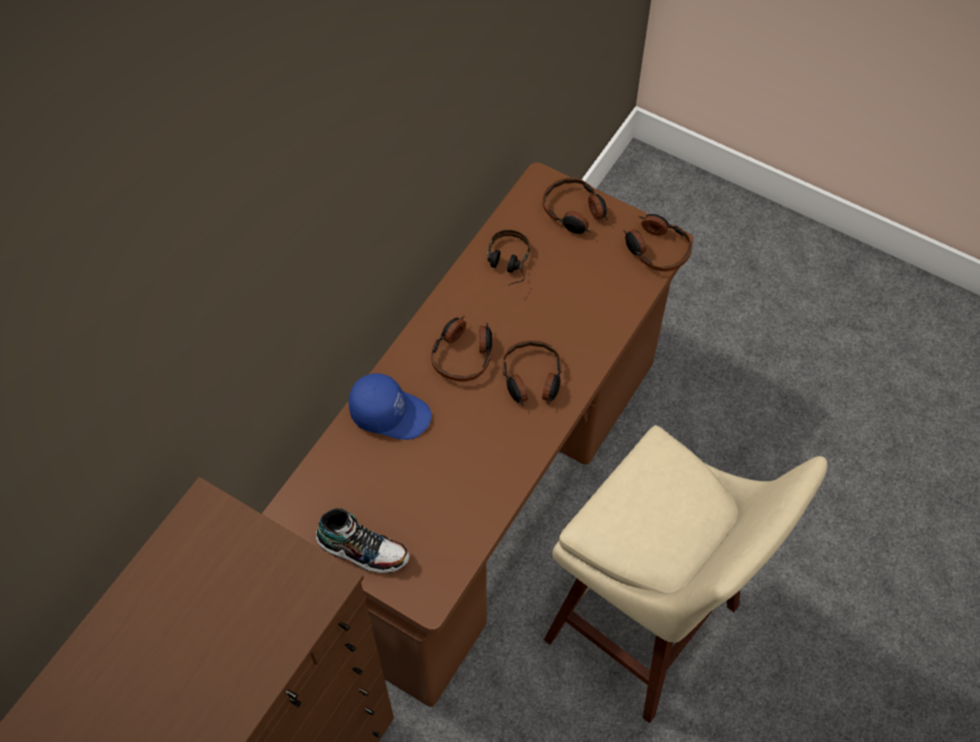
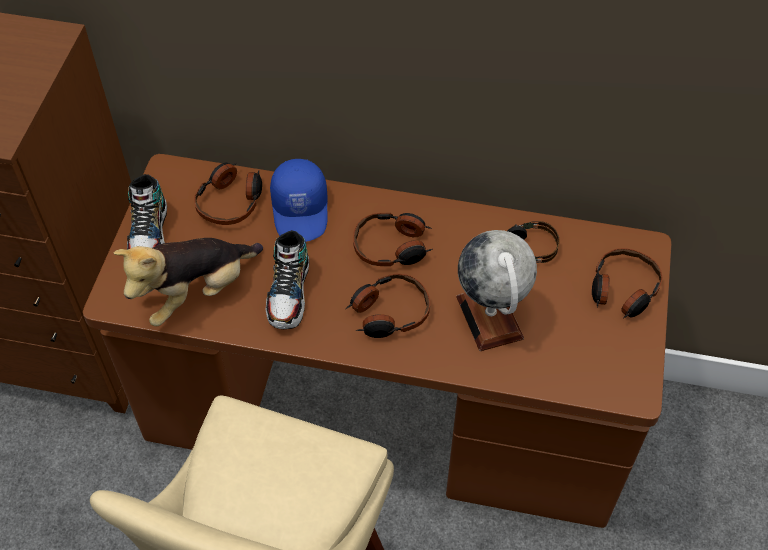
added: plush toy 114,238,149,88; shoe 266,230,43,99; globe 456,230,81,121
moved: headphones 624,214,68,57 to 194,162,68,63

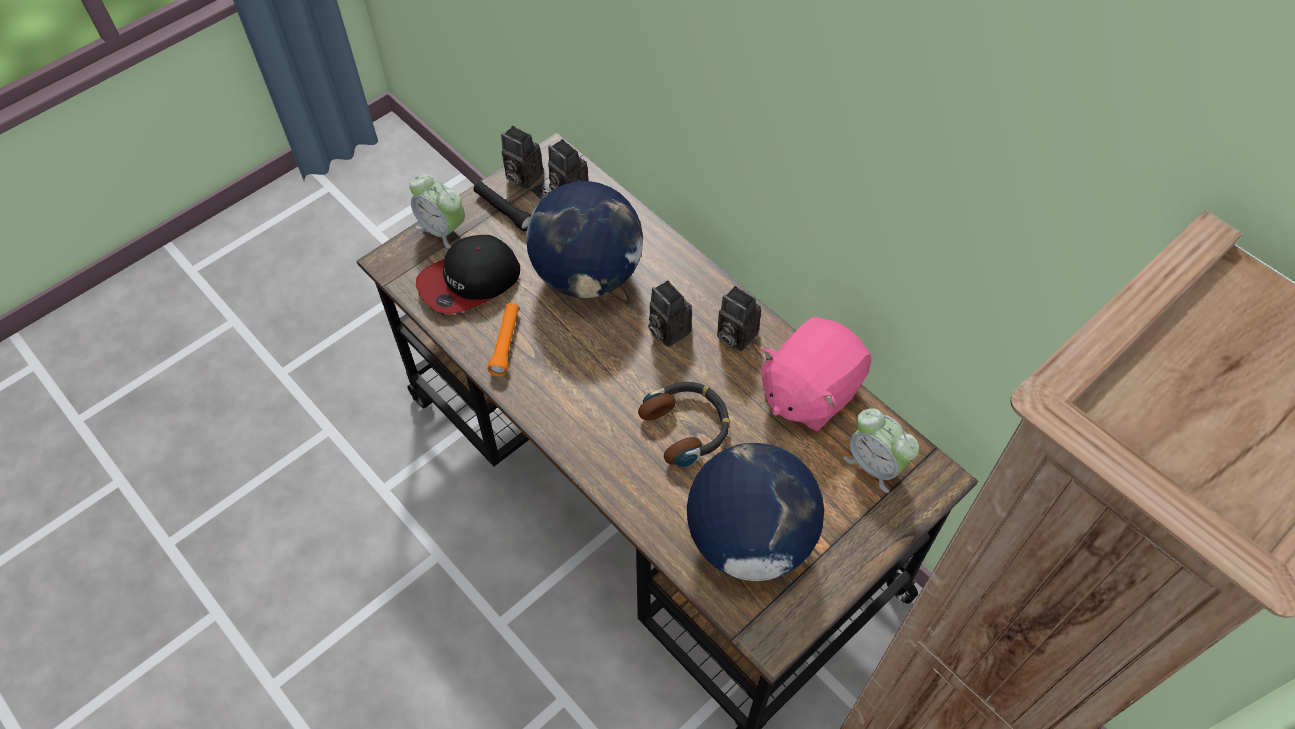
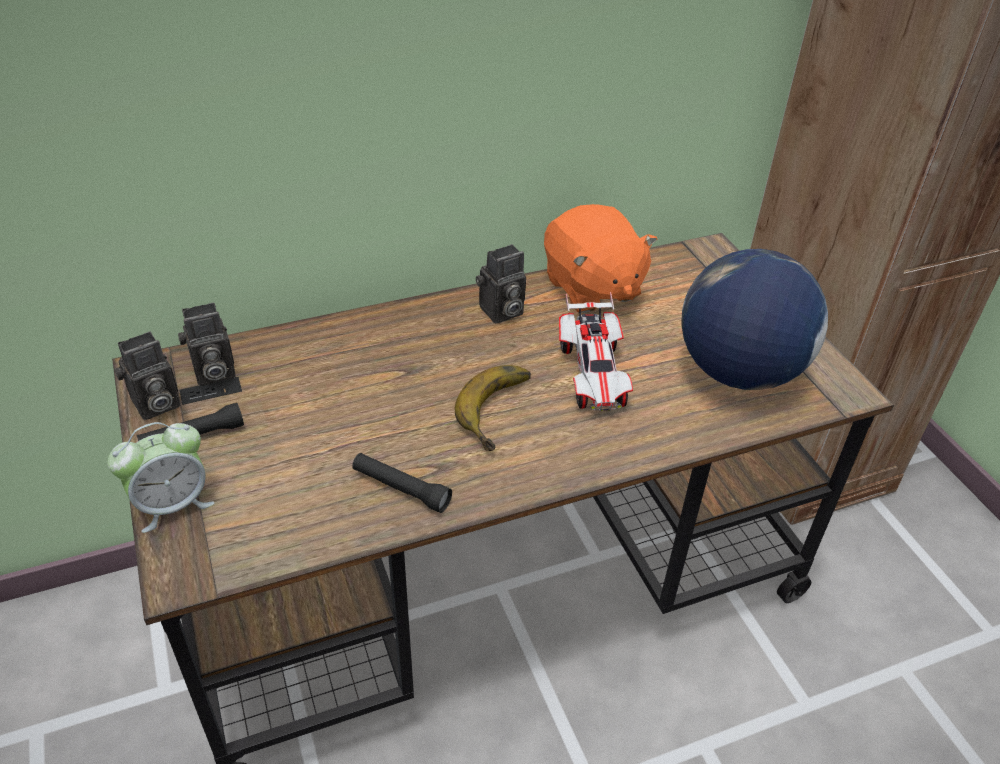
removed: cap 416,235,104,79; globe 526,181,117,117; photo camera 648,280,44,67; alarm clock 843,408,76,85
added: banana 455,365,76,86
replaced: headphones 638,382,92,85 to toy car 559,292,74,120
recoloured: orange flashlight 487,303,32,73 to black flashlight 352,453,100,60; pink plush toy 761,317,111,114 to orange plush toy 544,204,113,109

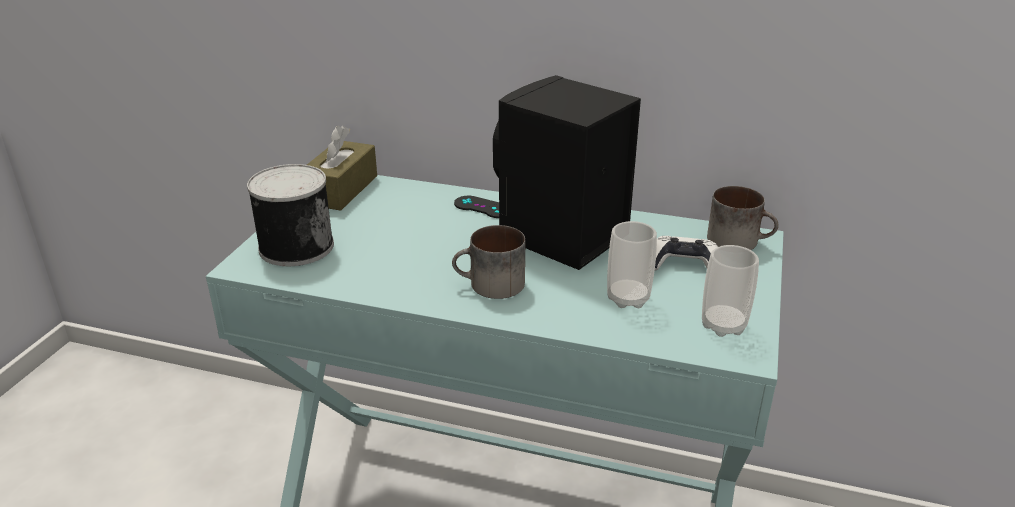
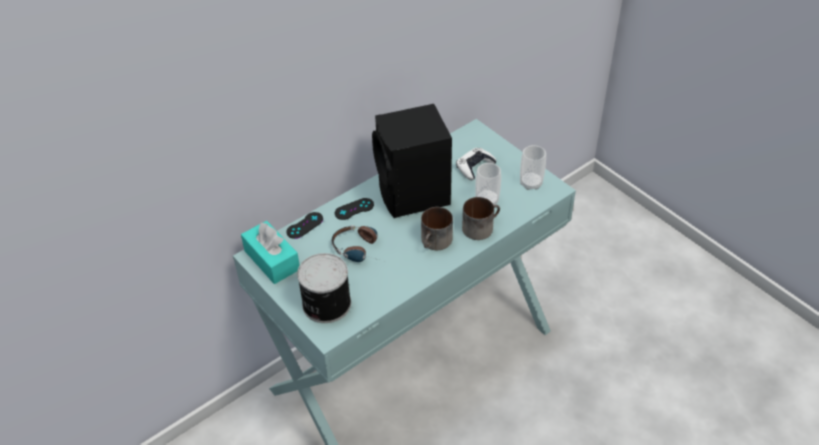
added: black game controller 286,212,37,27; headphones 332,225,47,37
moved: mug 707,186,72,64 to 462,197,38,43
recoloured: brown tissue box 307,126,70,85 to turquoise tissue box 241,221,59,63

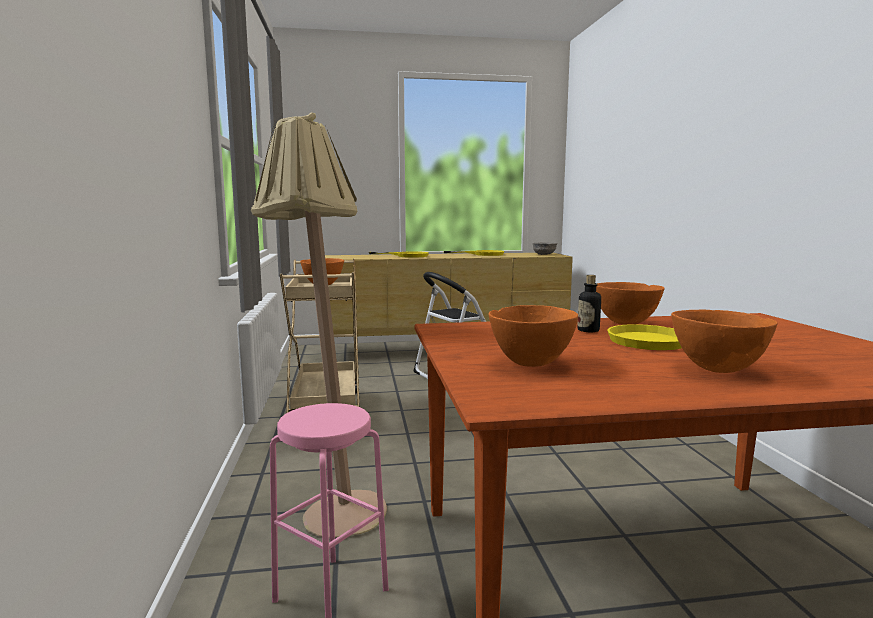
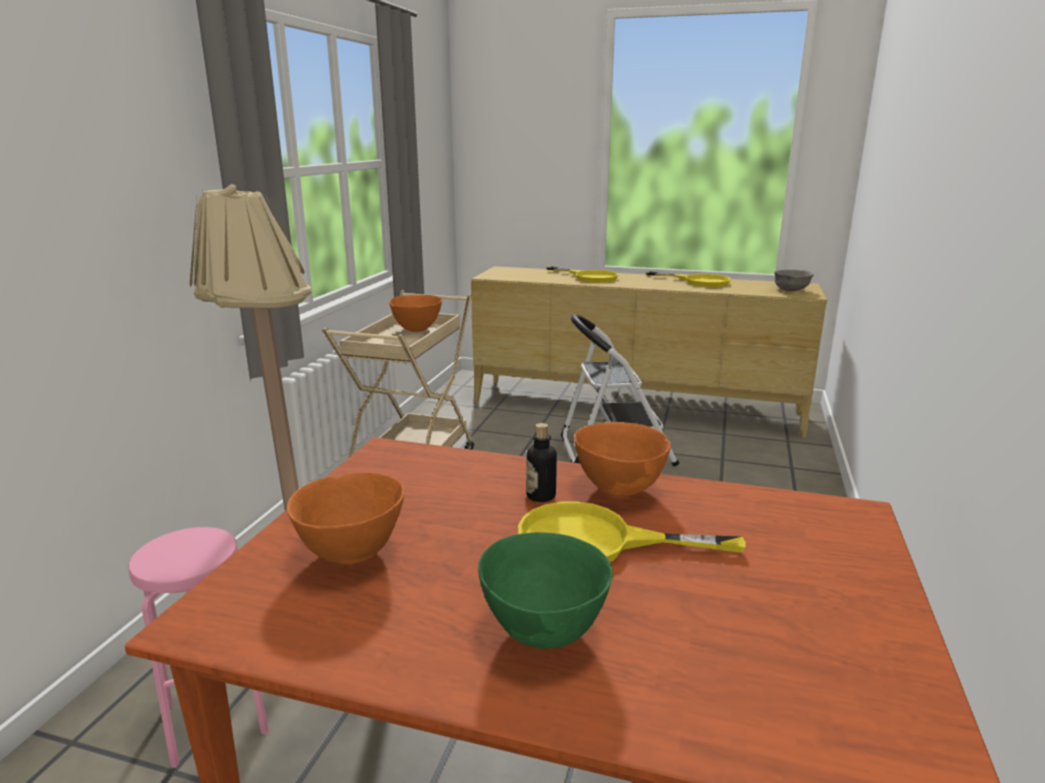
recoloured: orange bowl 671,310,107,63 to green bowl 478,532,135,117

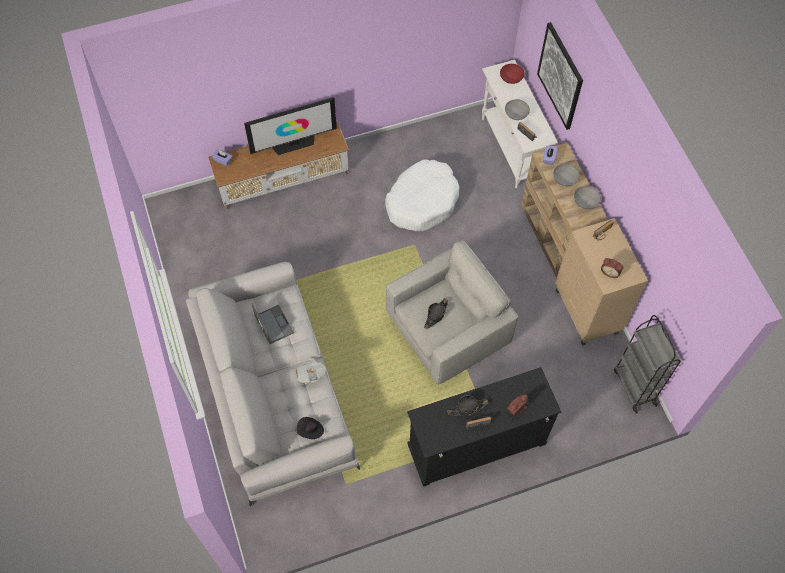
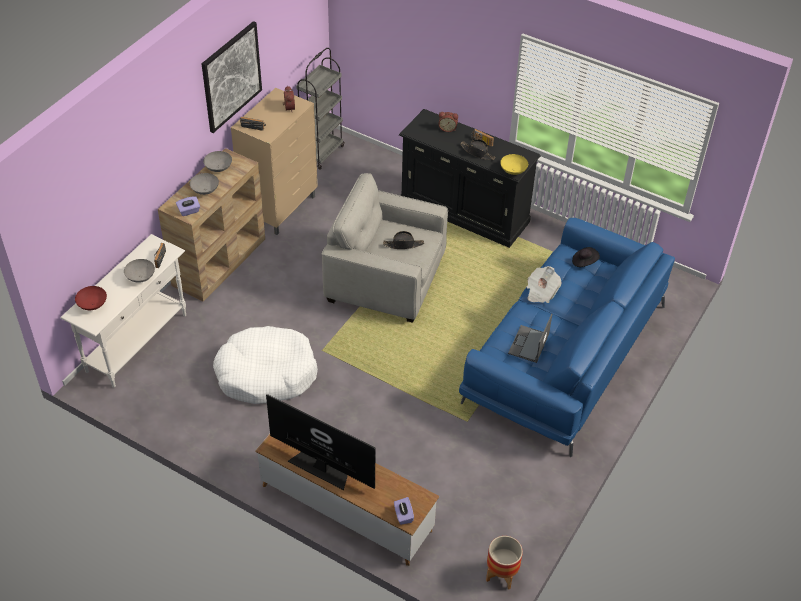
added: planter 486,536,37,54; yellow bowl 500,154,28,21
moved: picture 537,22,46,108 to 202,21,60,112
recoloured: grey sofa 186,262,174,244 to blue sofa 459,218,216,239

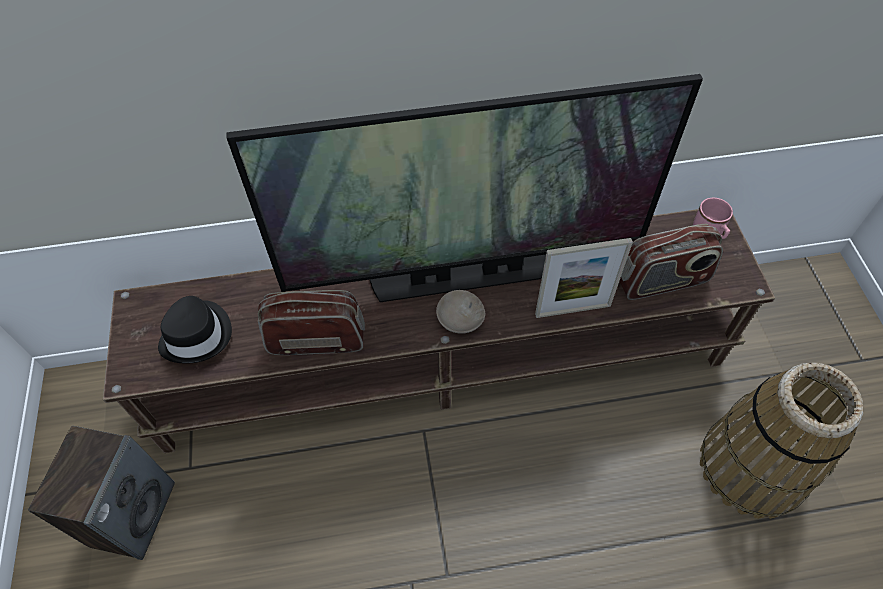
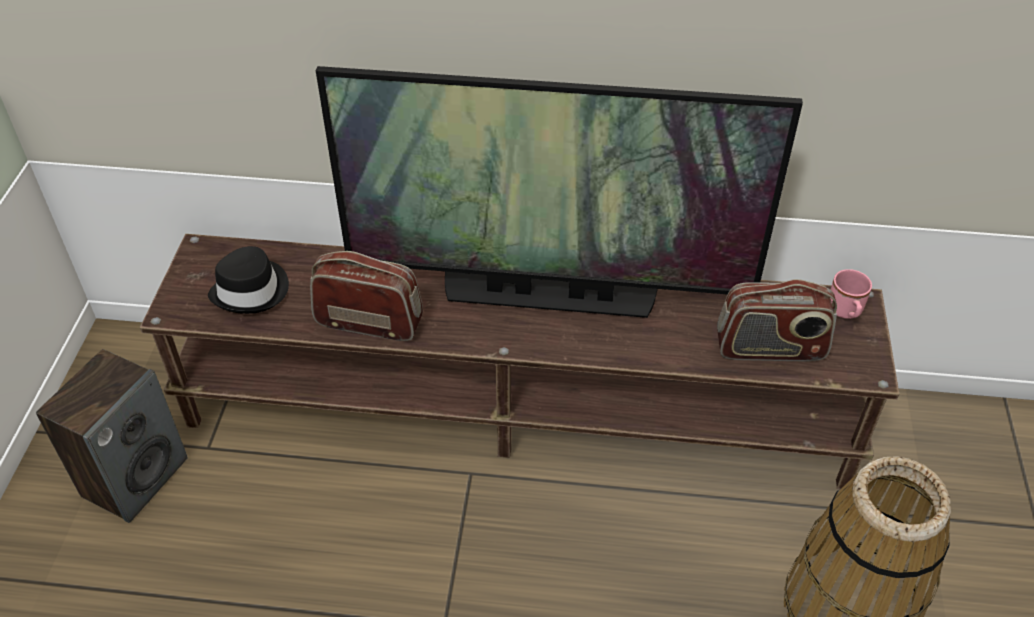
removed: beige bowl 436,290,50,44; picture frame 535,238,98,80

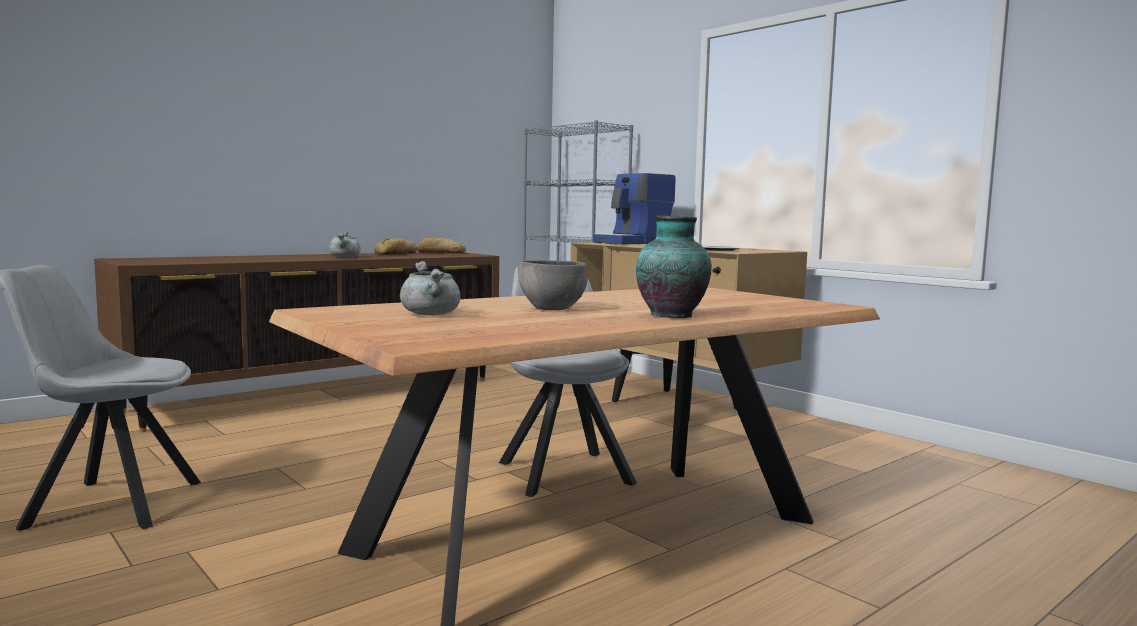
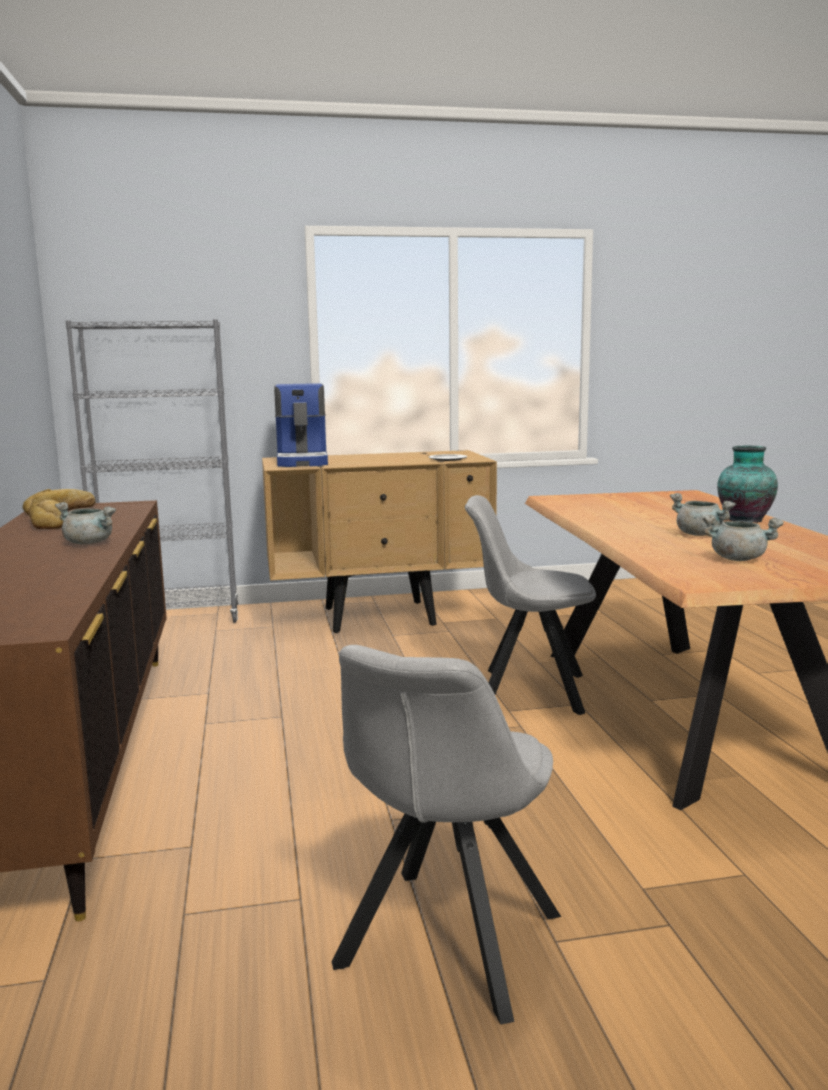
replaced: grey bowl 518,260,70,50 to grey cooking pot 670,493,66,43

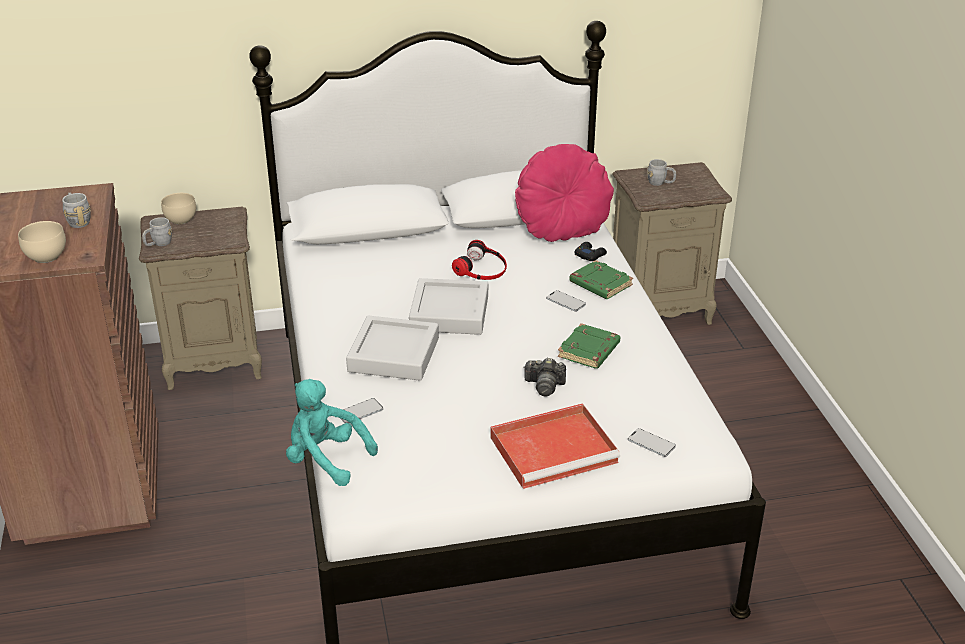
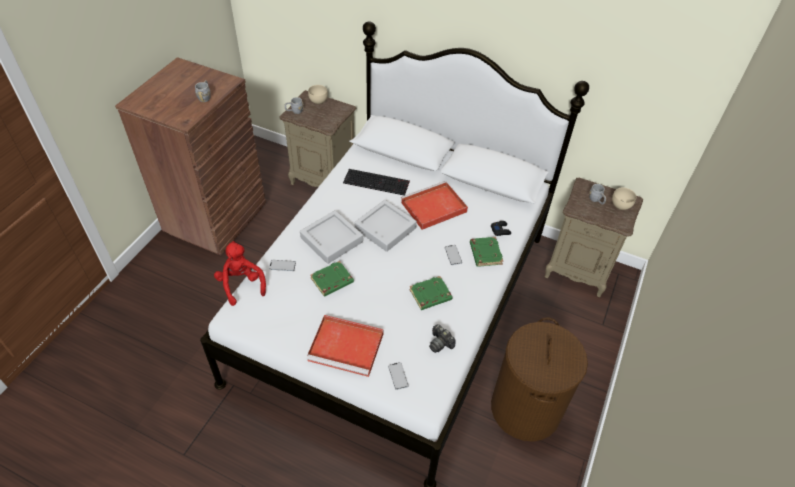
removed: pink pillow 515,144,99,98
added: green book 310,261,44,36; keyboard 343,169,67,27; brown laundry basket 491,317,97,125
moved: beige bowl 18,221,48,42 to 612,188,24,22; photo camera 524,358,42,38 to 429,324,27,29
replaced: headphones 452,240,55,40 to red tray 401,181,67,49
recoloured: turquoise plush toy 286,379,92,107 to red plush toy 214,241,52,65

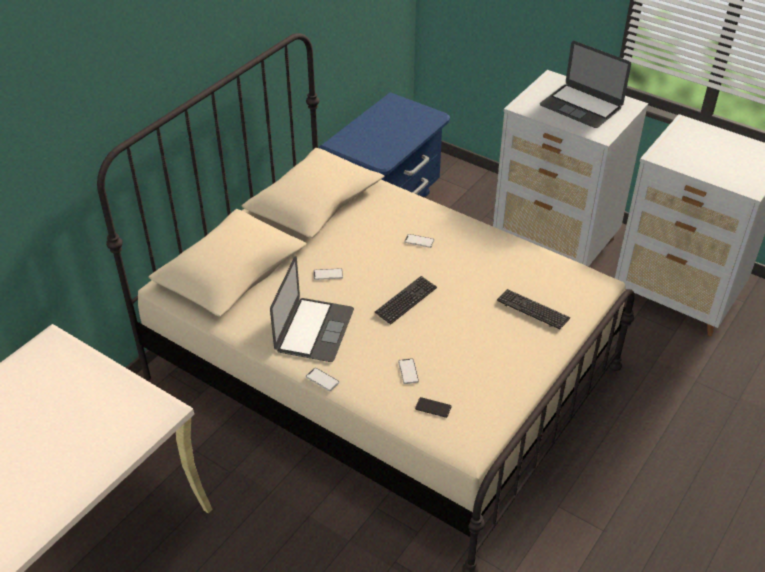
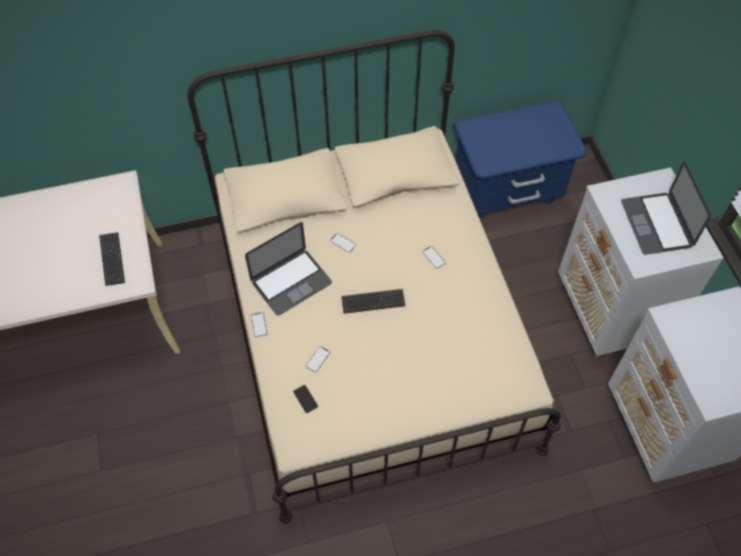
moved: keyboard 497,289,73,40 to 99,232,26,54

